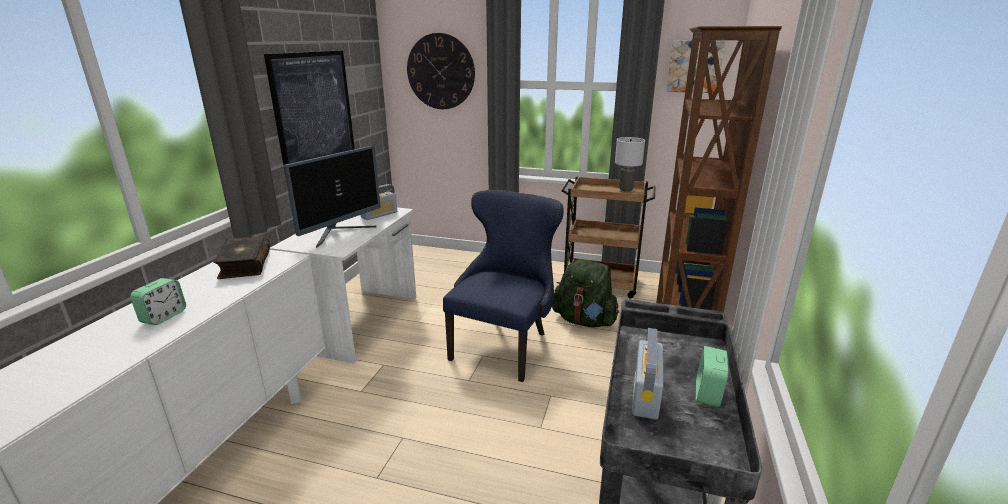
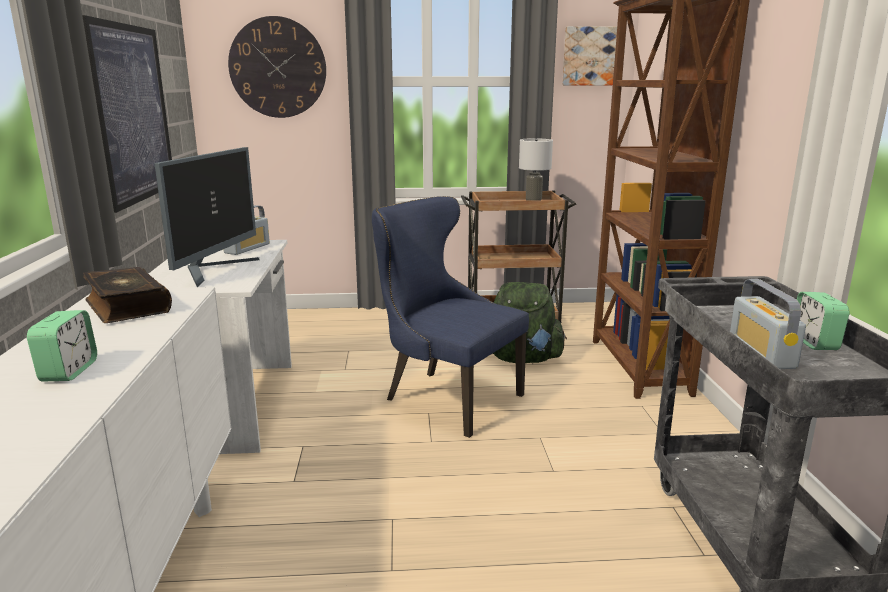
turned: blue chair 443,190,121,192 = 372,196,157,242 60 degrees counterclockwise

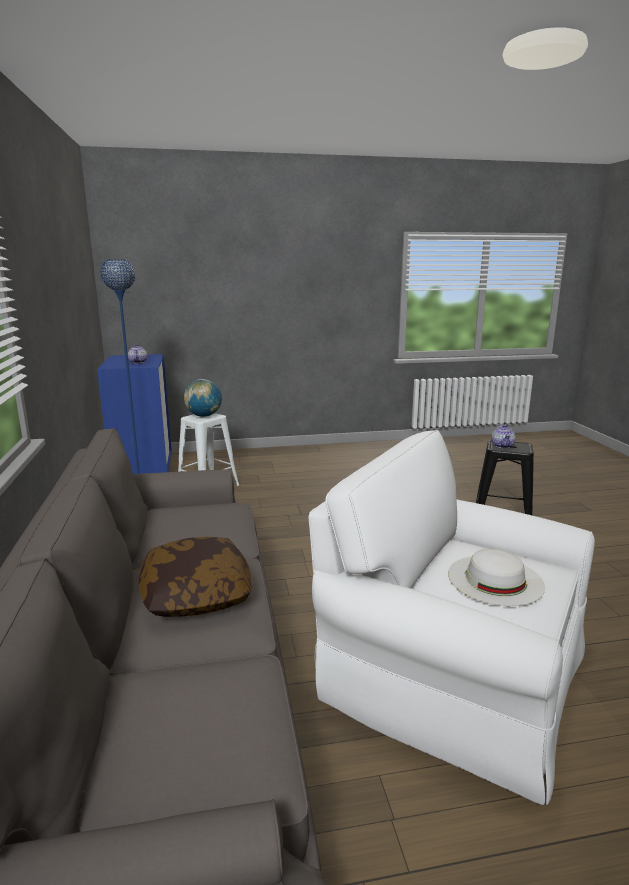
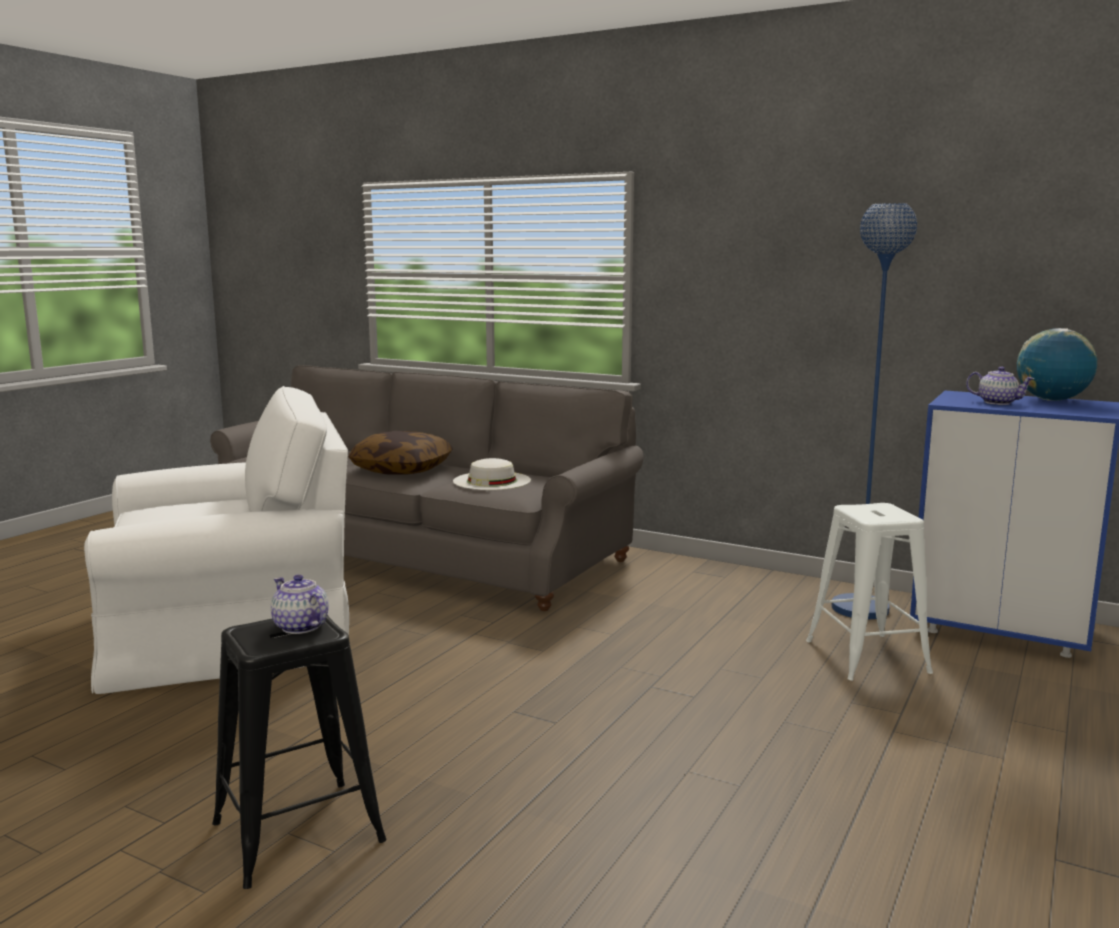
moved: globe 184,379,38,38 to 1017,328,80,73; white hat 448,549,97,57 to 453,458,78,32

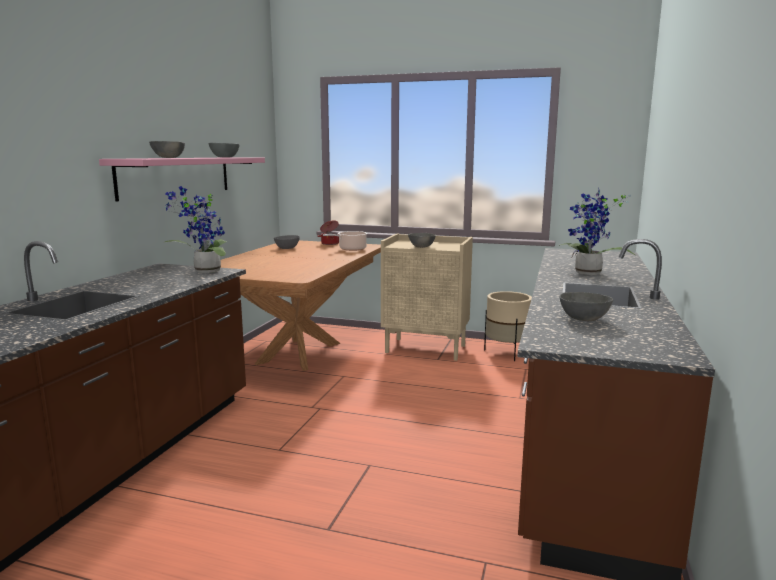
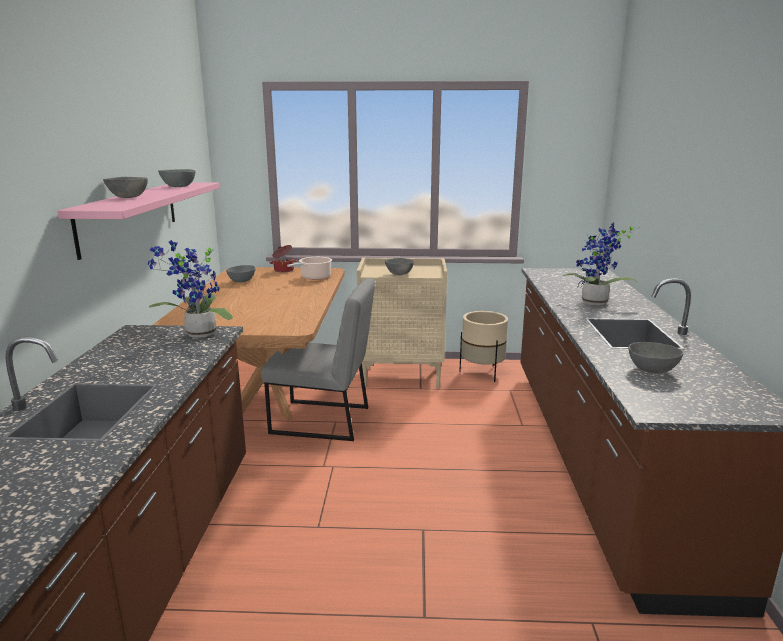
added: grey chair 261,278,114,163

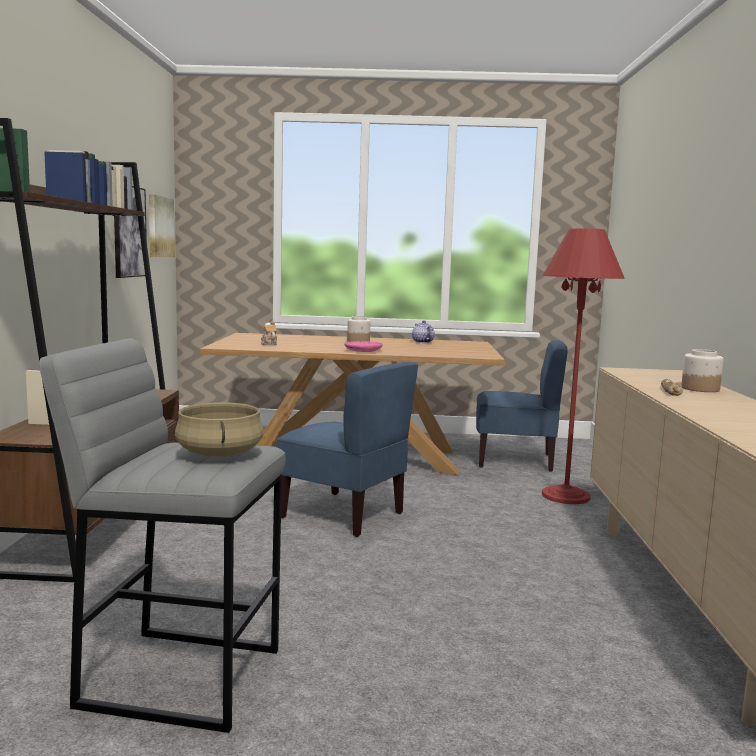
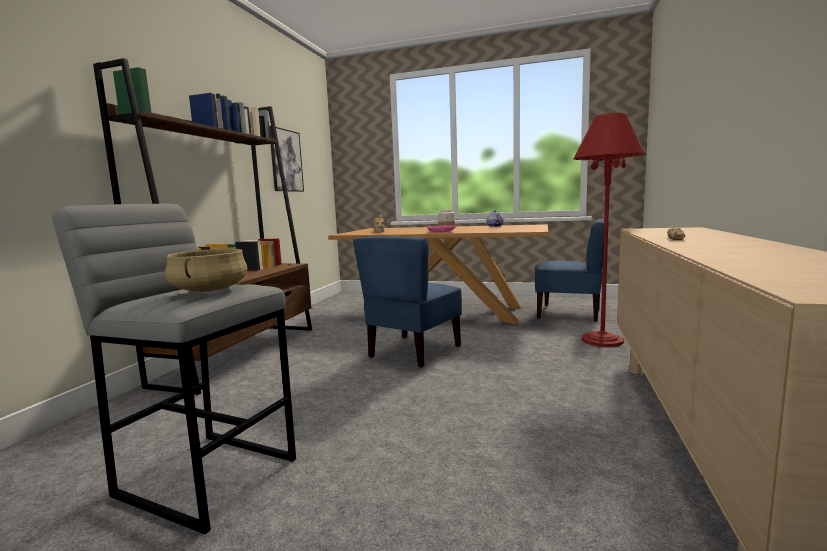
removed: picture 149,194,26,63; jar 681,349,42,43
turned: blue chair 276,362,142,175 = 353,236,109,132 75 degrees clockwise

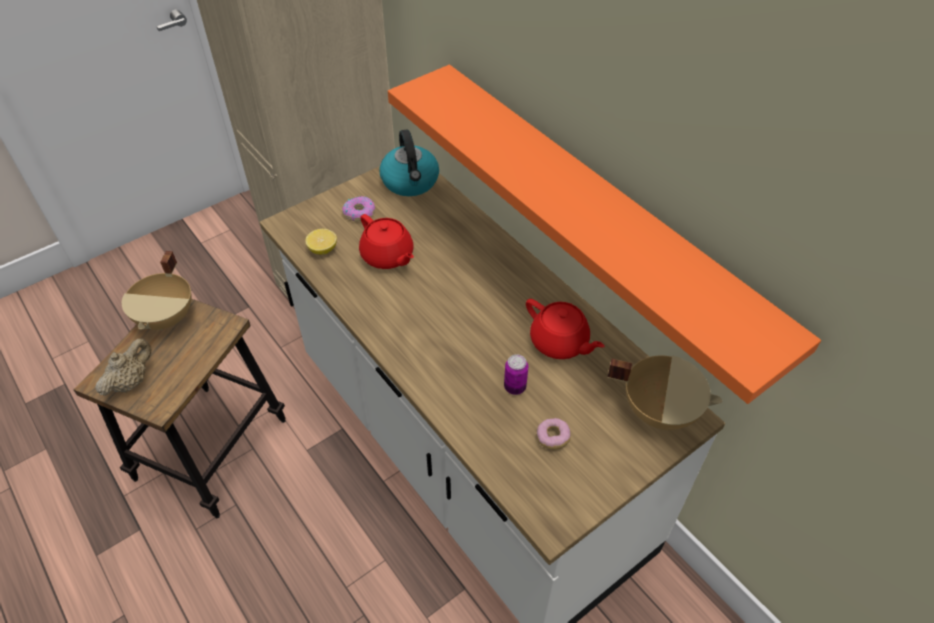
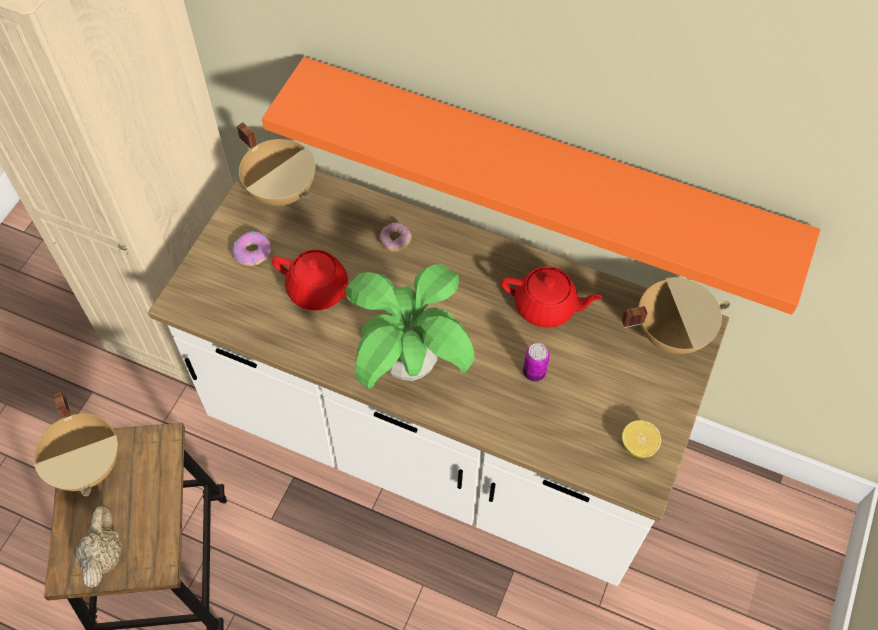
added: potted plant 345,264,130,125
moved: lemon 305,229,32,26 to 622,420,39,38; donut 537,418,34,32 to 380,223,32,28
replaced: kettle 379,129,60,67 to beige cooking pot 237,123,78,83

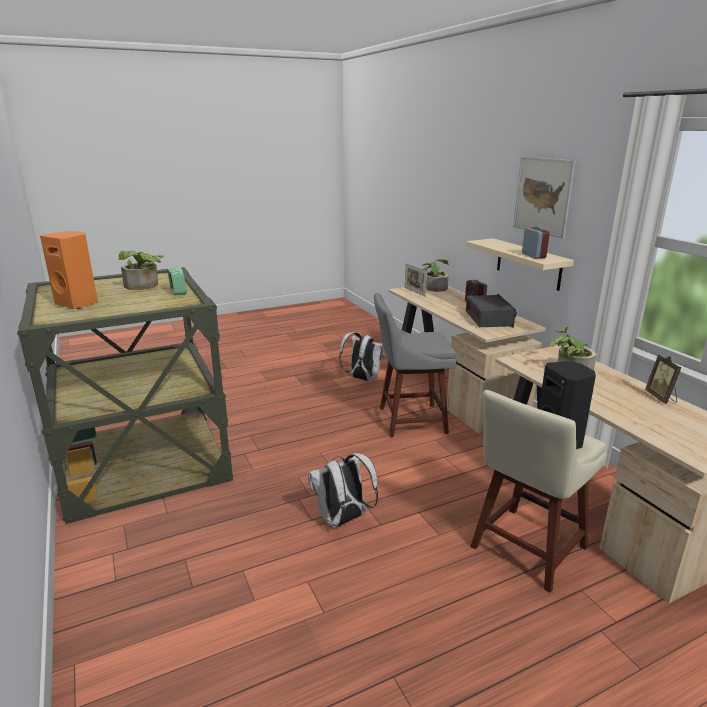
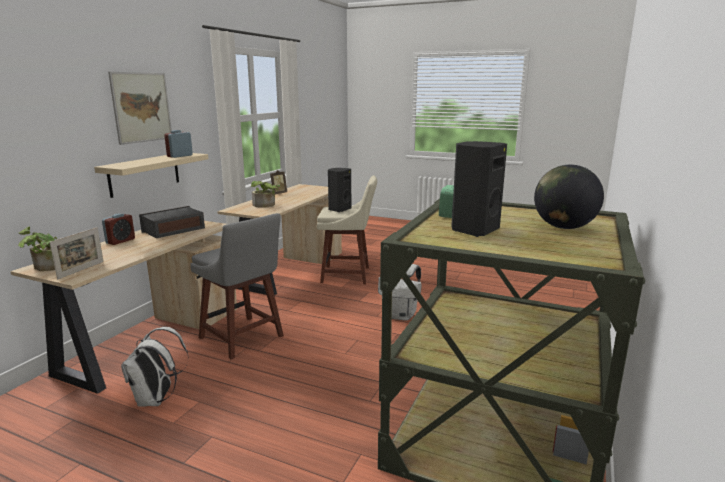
replaced: orange speaker 40,231,58,78 to globe 534,165,70,64; potted plant 118,251,46,39 to black speaker 451,141,56,96

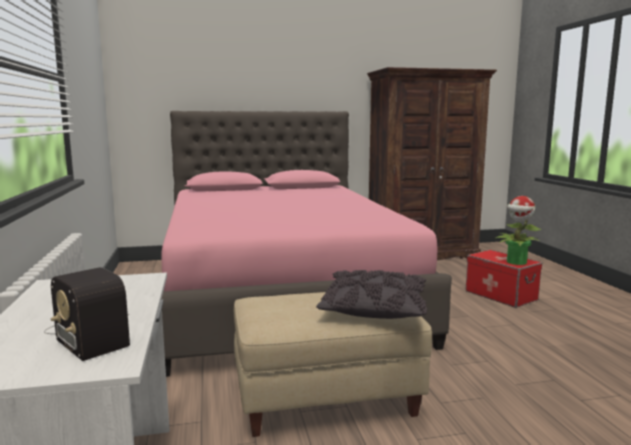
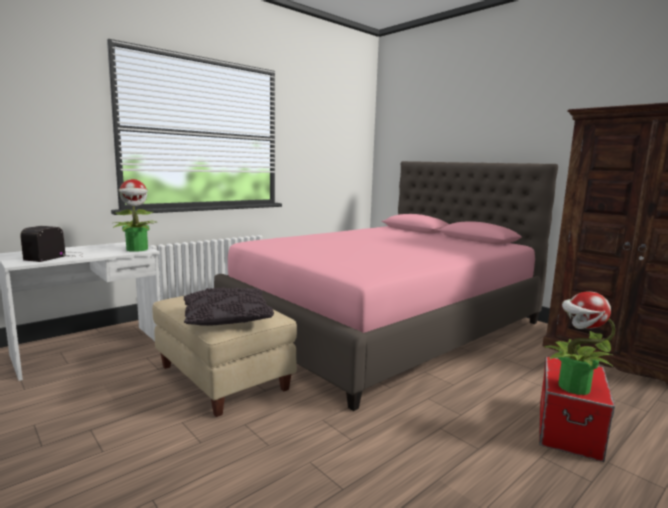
added: potted plant 113,179,44,73

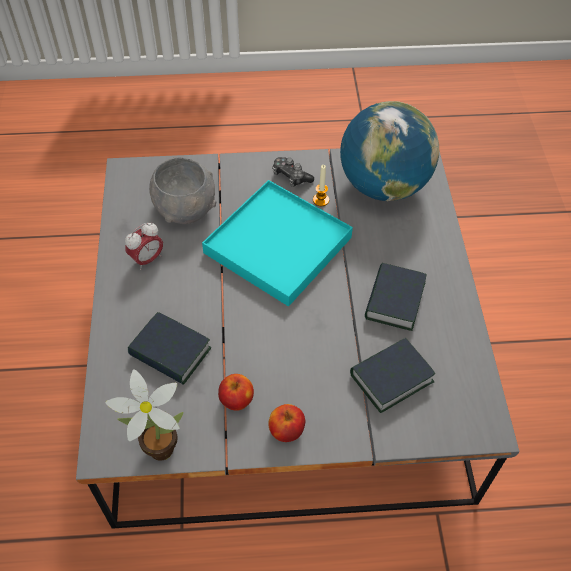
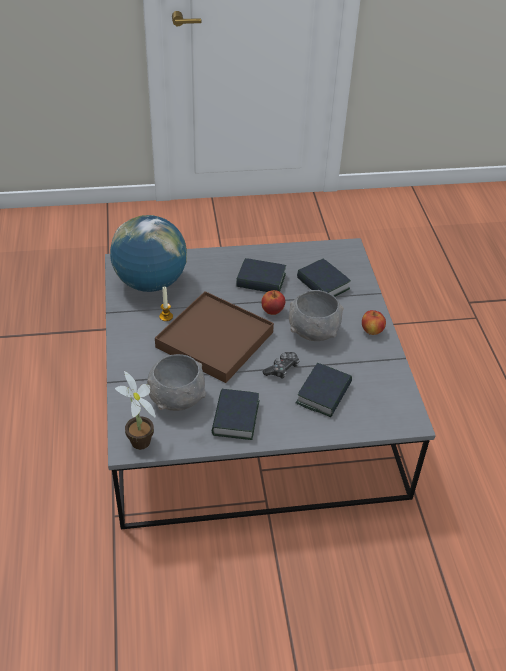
added: grey bowl 289,290,55,51
moved: potted plant 105,369,78,92 to 115,371,41,79; apple 218,374,36,37 to 261,290,24,25; game controller 272,157,42,30 to 263,352,37,26
replaced: alarm clock 125,223,38,47 to book 212,389,48,51
recoloured: turquoise tray 202,180,151,127 to brown tray 155,291,119,92

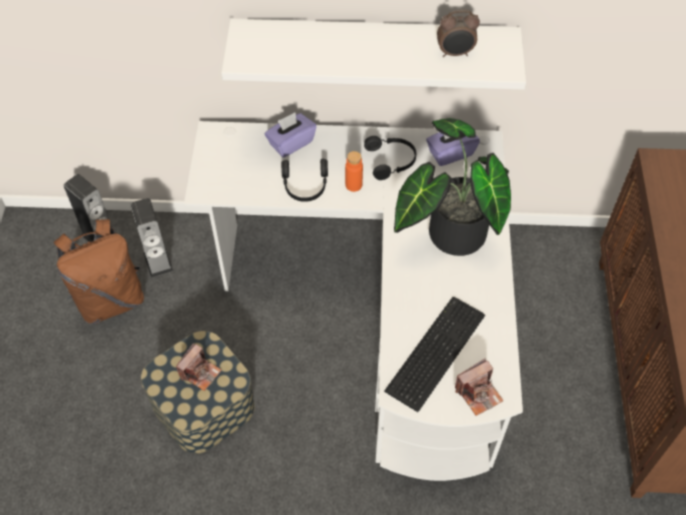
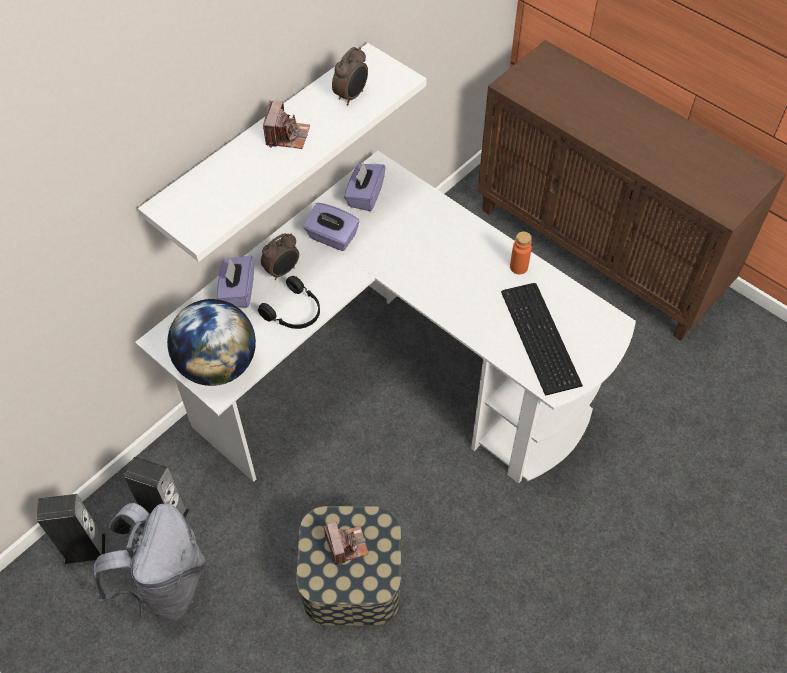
removed: potted plant 394,118,117,138
added: globe 167,299,89,87; alarm clock 261,233,38,47
moved: orange bottle 345,151,18,41 to 510,232,22,42; photo camera 455,358,49,58 to 263,100,47,49
replaced: black headphones 364,136,52,44 to purple tissue box 303,203,57,48
recoloured: brown backpack 54,219,90,105 to grey backpack 93,503,112,119

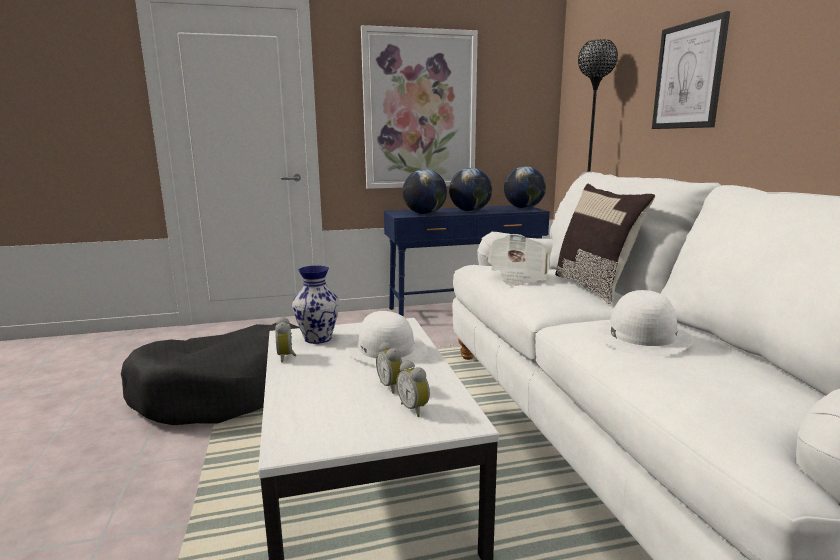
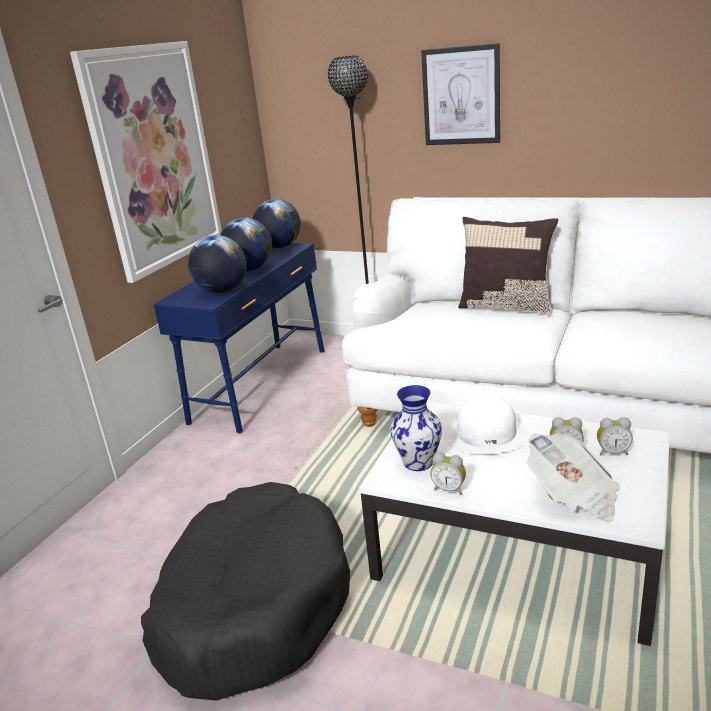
removed: white hat 594,290,100,66
moved: newspaper 486,234,64,52 to 527,434,93,88

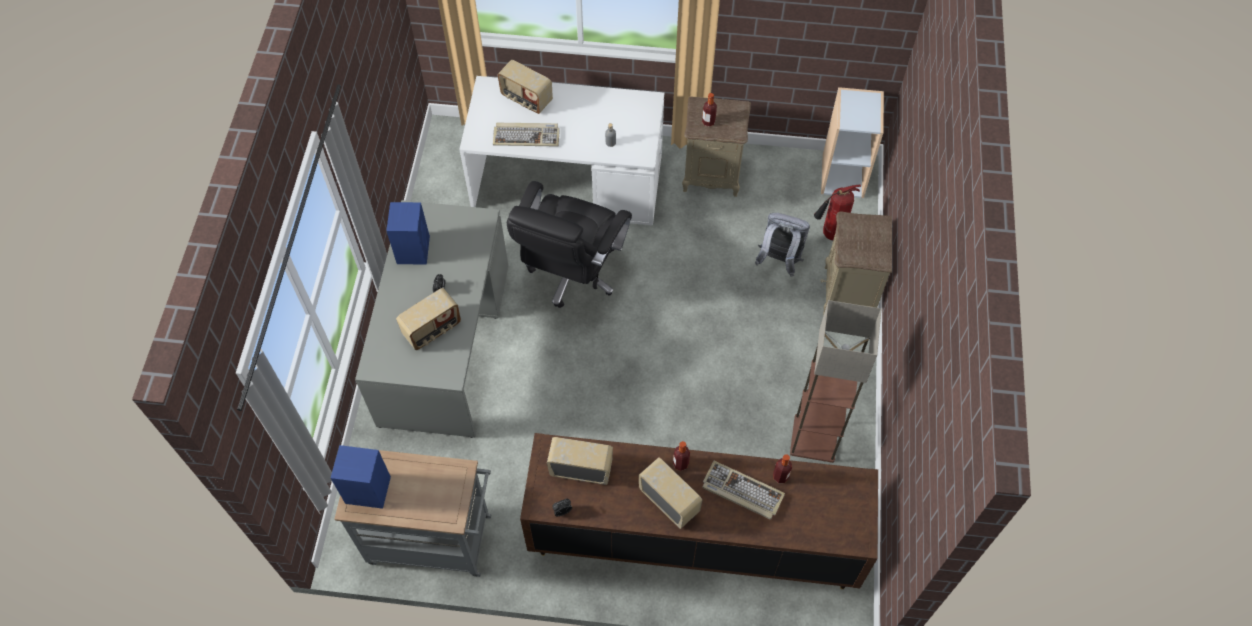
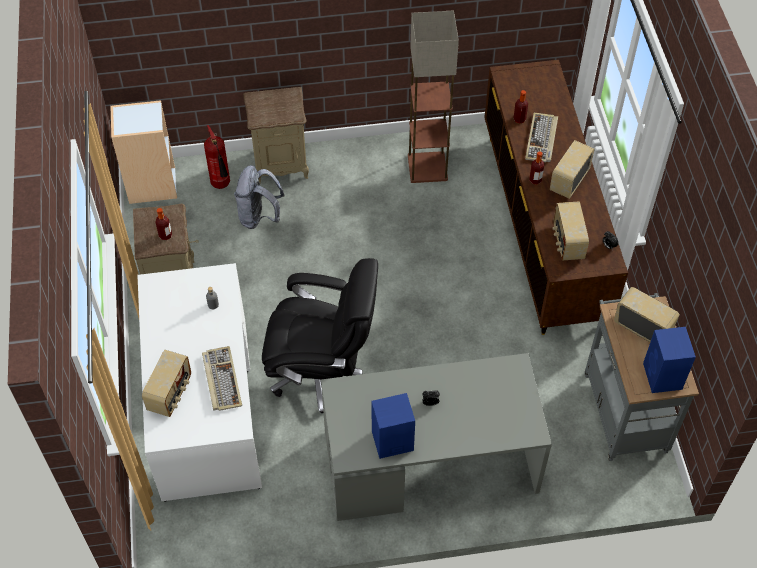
moved: radio 396,288,65,62 to 614,287,66,55

